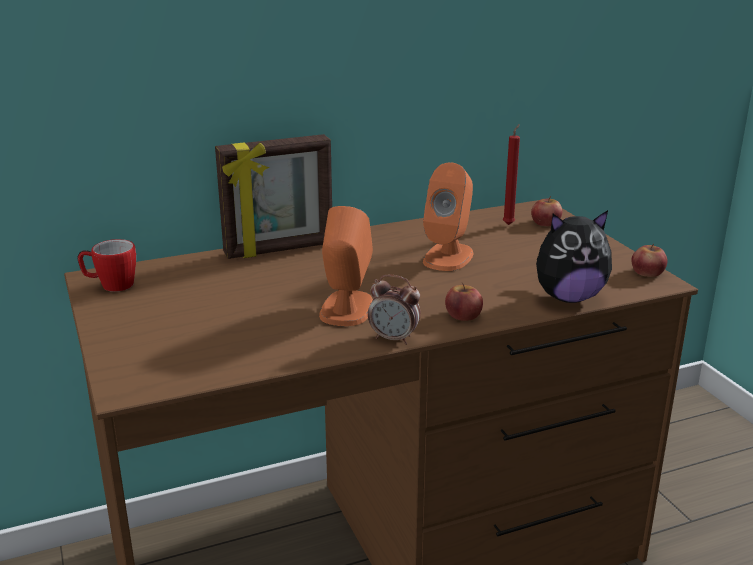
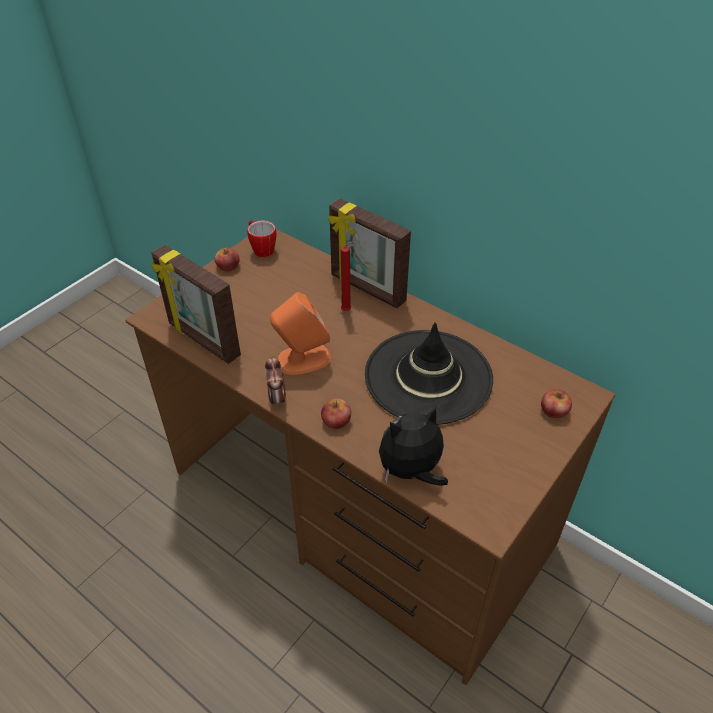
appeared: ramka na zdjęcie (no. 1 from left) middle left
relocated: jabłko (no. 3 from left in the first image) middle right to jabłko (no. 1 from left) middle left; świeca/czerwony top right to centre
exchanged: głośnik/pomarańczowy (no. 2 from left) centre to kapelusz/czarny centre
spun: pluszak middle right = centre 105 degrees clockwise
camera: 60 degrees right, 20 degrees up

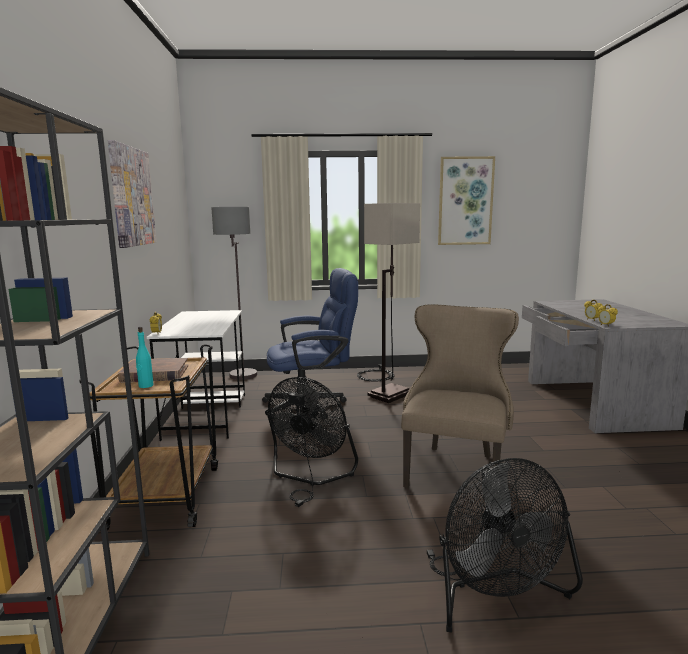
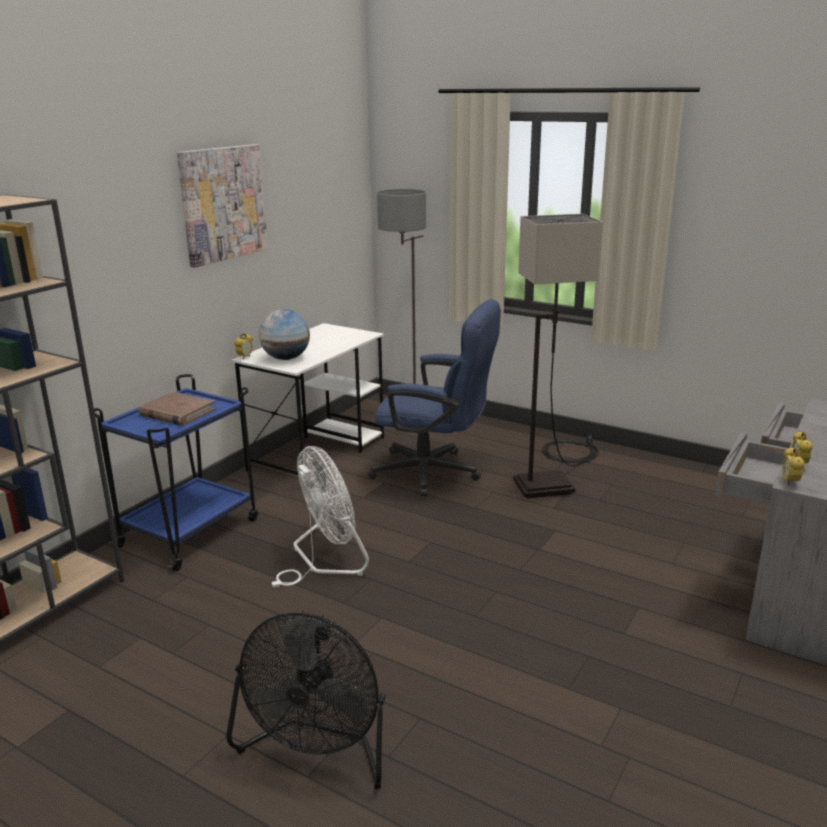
missing: butelka/turkusowy middle left; krzesło/beżowy middle right; obraz (no. 2 from left) top right
appeared: globus centre
colour: wózek/brązowy bottom left to wózek/niebieski middle left; wentylator/czarny (no. 1 from left) bottom centre to wentylator/biały centre
camera: 35 degrees right, 10 degrees up

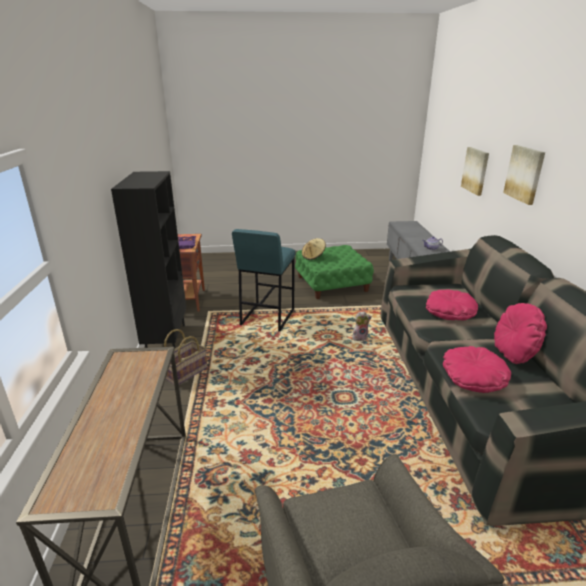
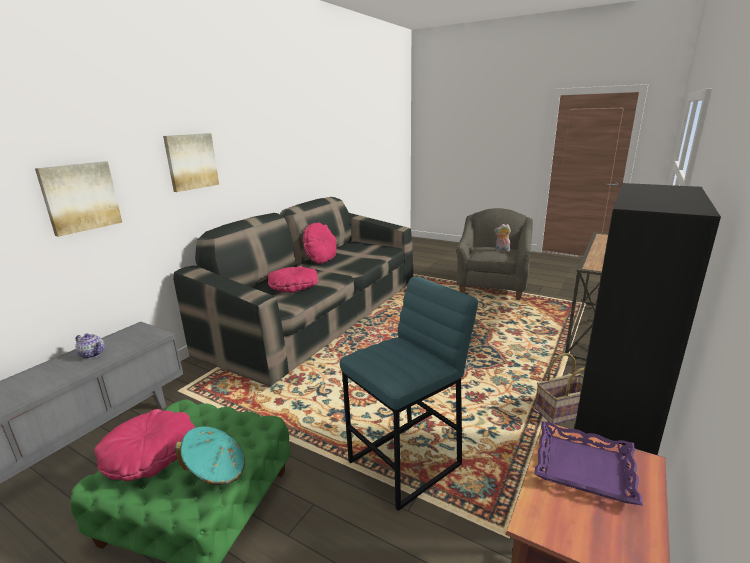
relocated: poduszka/różowy (no. 2 from left in the first image) middle right to poduszka/różowy (no. 1 from left) bottom left; pluszak centre to middle right
colour: kapelusz/beżowy centre to kapelusz/turkusowy bottom left
camera: 145 degrees left, 5 degrees down

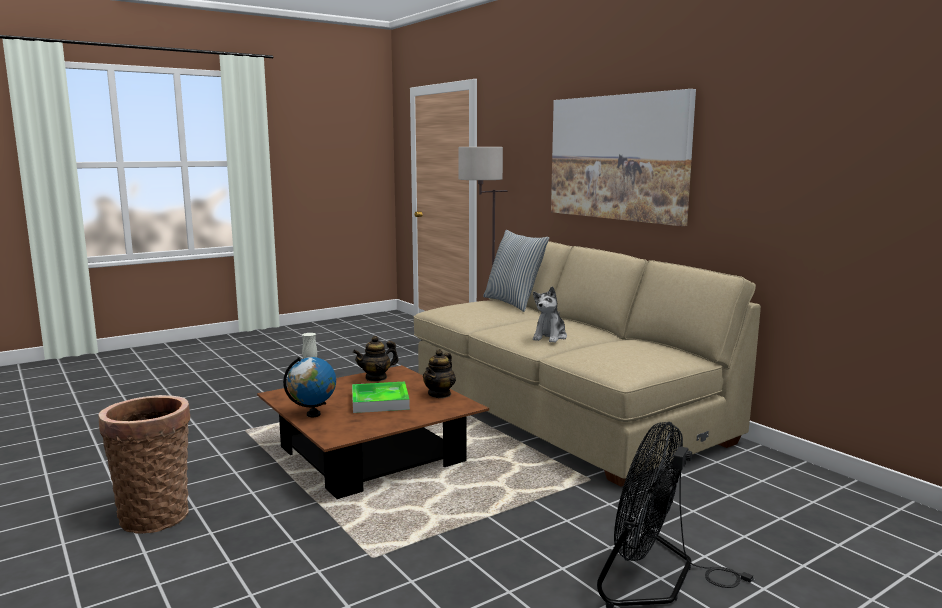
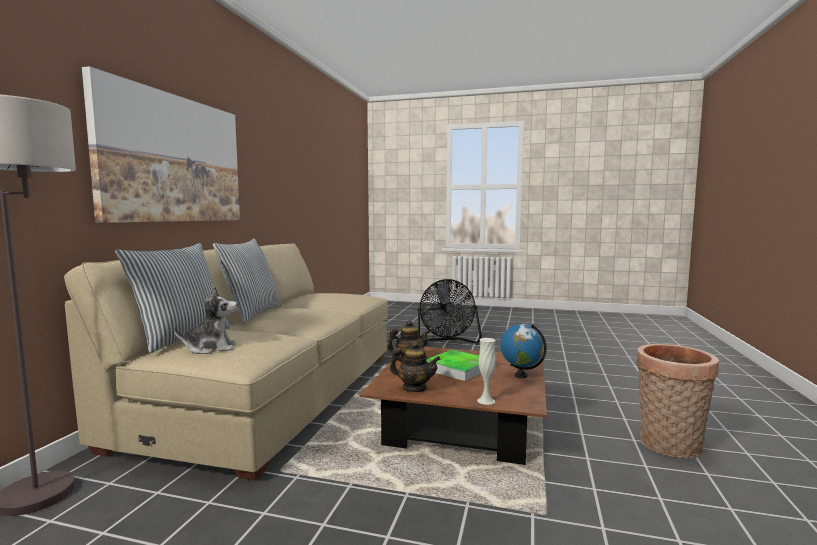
appeared: poduszka (no. 2 from left) middle left
relocated: pluszak centre to middle left
camera: 130 degrees left, 5 degrees down

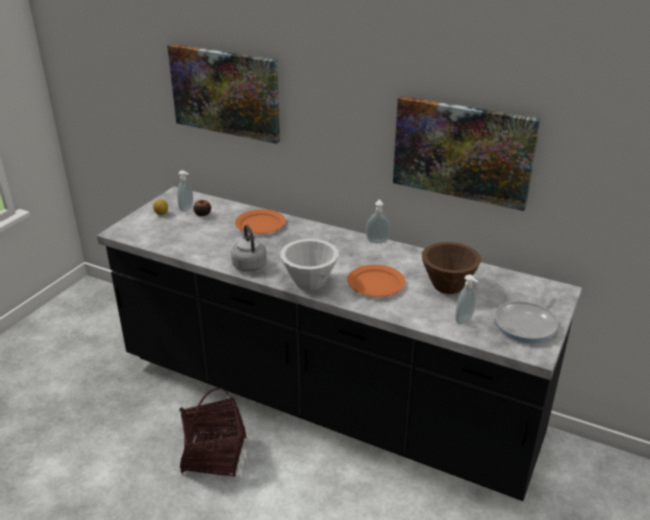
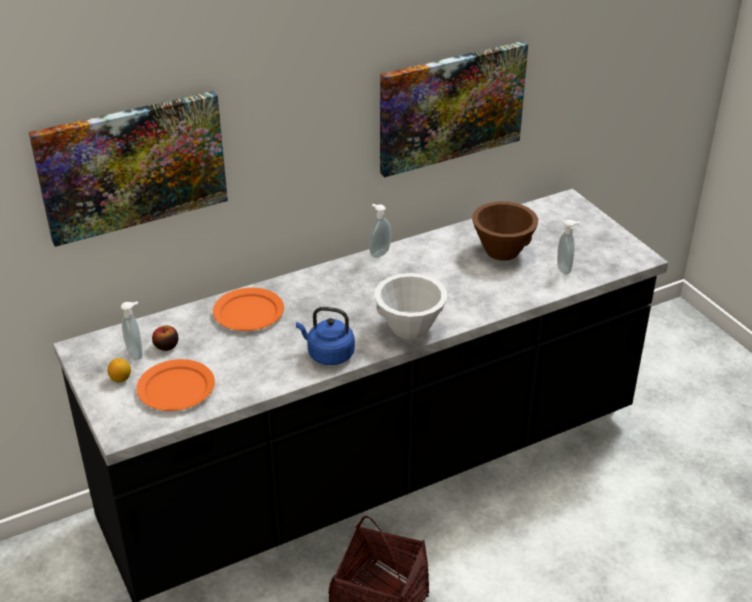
missing: patelnia middle right
relocated: talerz/pomarańczowy (no. 2 from left in the first image) centre to talerz/pomarańczowy (no. 1 from left) middle left
colour: czajnik/szary centre to czajnik/niebieski centre
camera: 55 degrees left, 5 degrees up

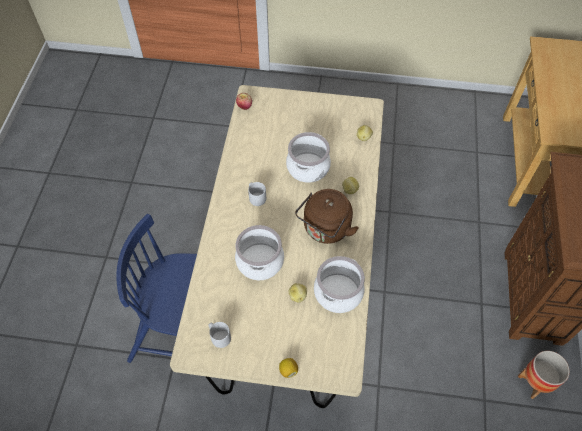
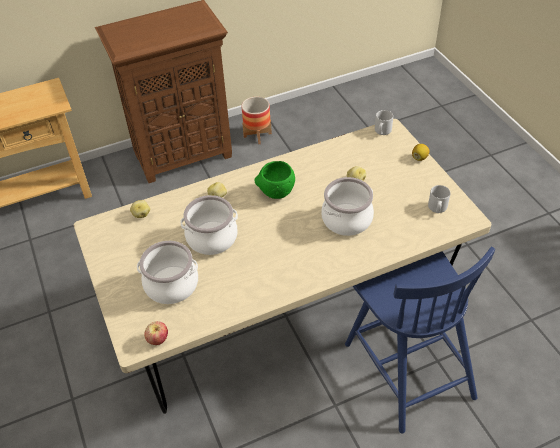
relocated: garnek (no. 3 from left in the first image) centre to garnek (no. 1 from left) middle left; kubek/szary (no. 2 from left in the first image) centre to kubek/szary (no. 1 from left) top right
exchanged: czajnik/brązowy centre to miska/zielony centre
camera: 120 degrees left, 10 degrees down

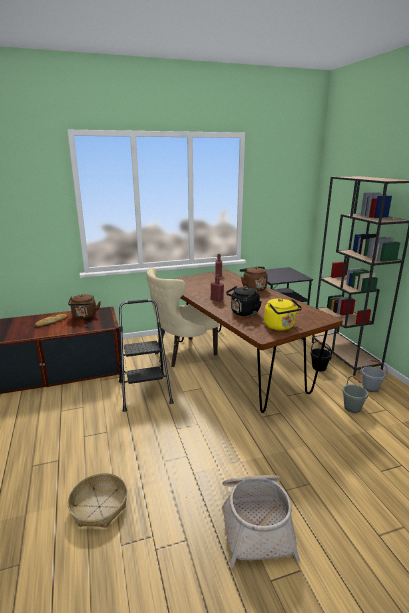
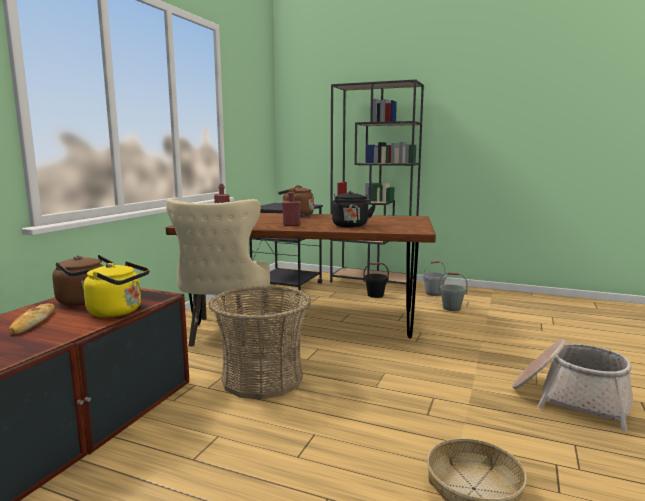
relocated: czajnik/żółty middle right to middle left
exchanged: drabinka/czarny centre to koszyk (no. 1 from left) bottom centre
camera: 50 degrees left, 10 degrees down

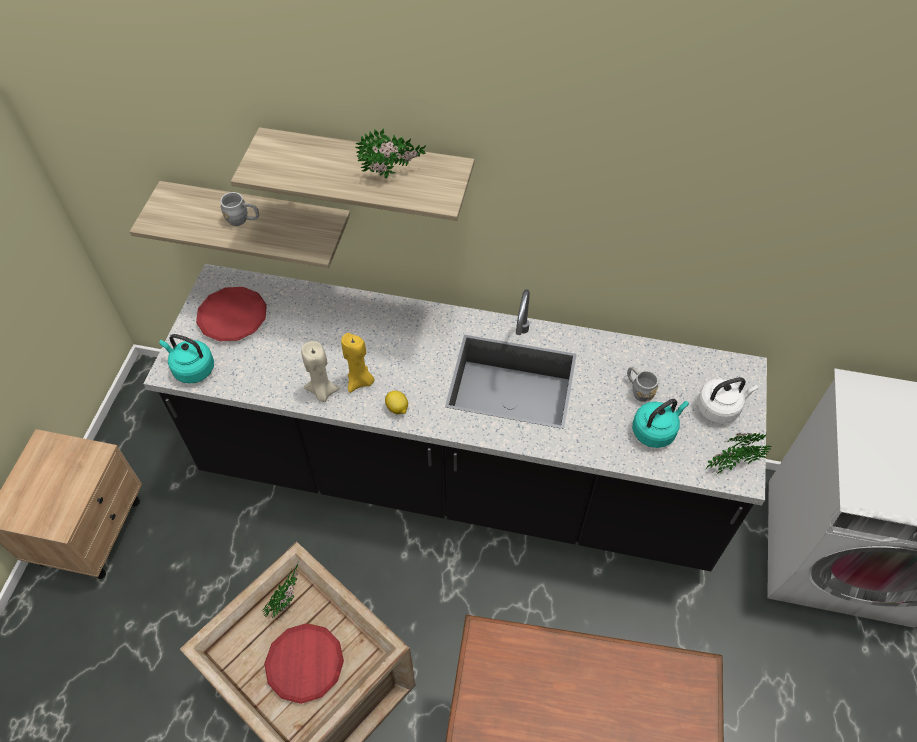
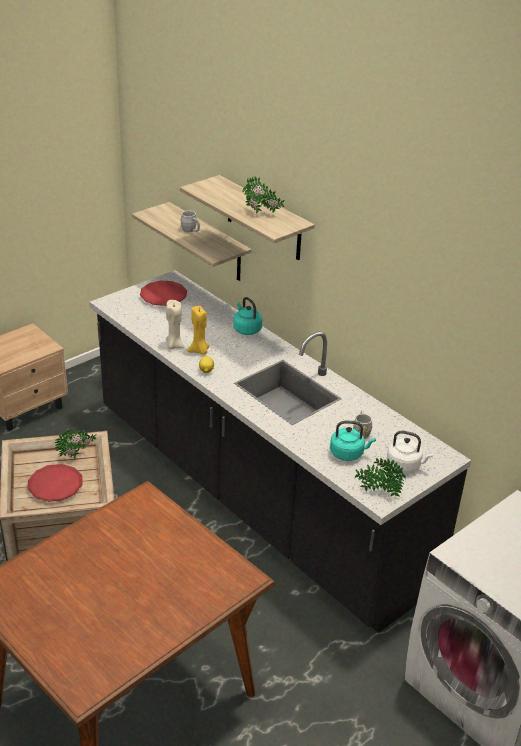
relocated: czajnik/turkusowy (no. 1 from left) middle left to centre
camera: 35 degrees right, 20 degrees down

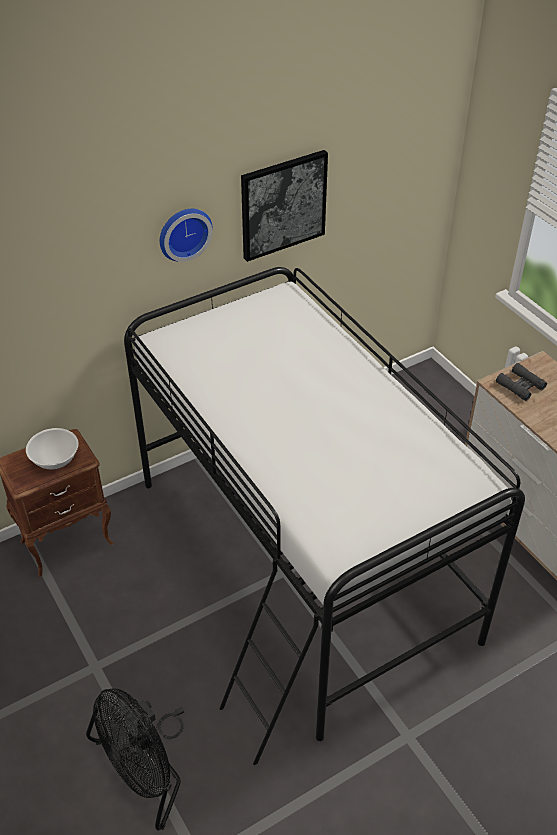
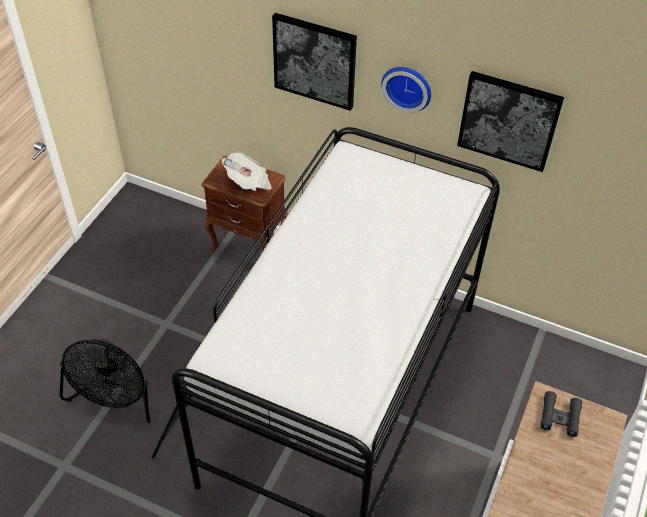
appeared: obraz (no. 1 from left) top centre
exchanged: miska/biały middle left to gazeta top centre
spun: wentylator/czarny bottom left = bottom left 90 degrees counterclockwise
camera: 55 degrees right, 5 degrees up

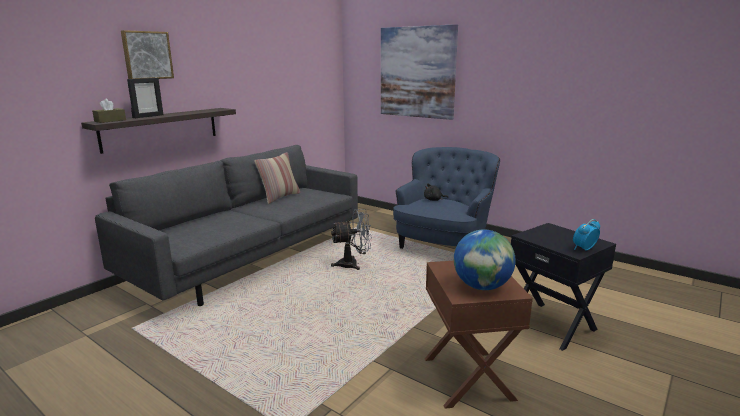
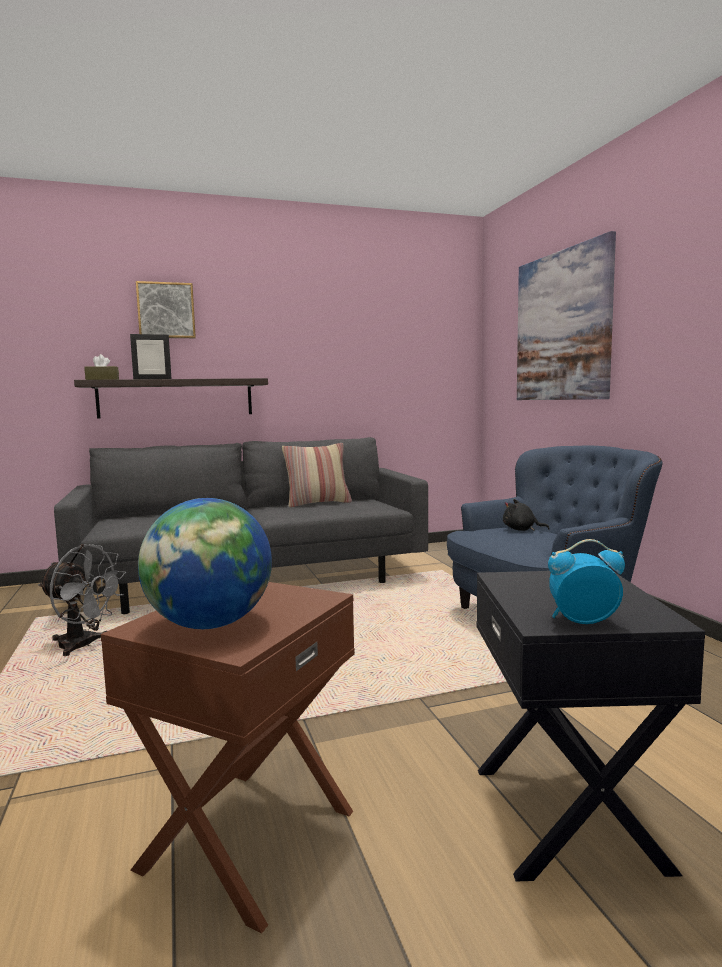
relocated: wentylator/szary centre to middle left
camera: 35 degrees right, 10 degrees down

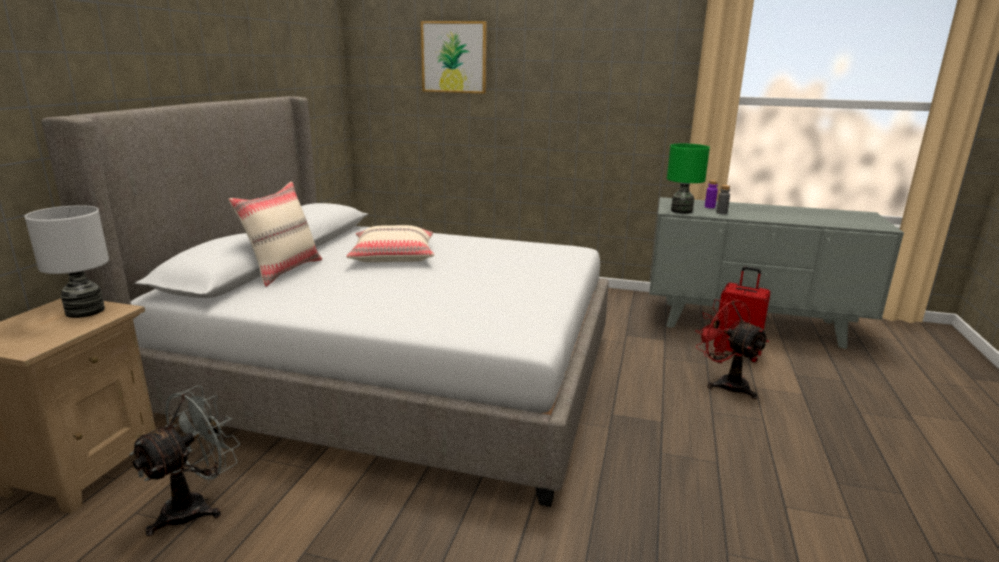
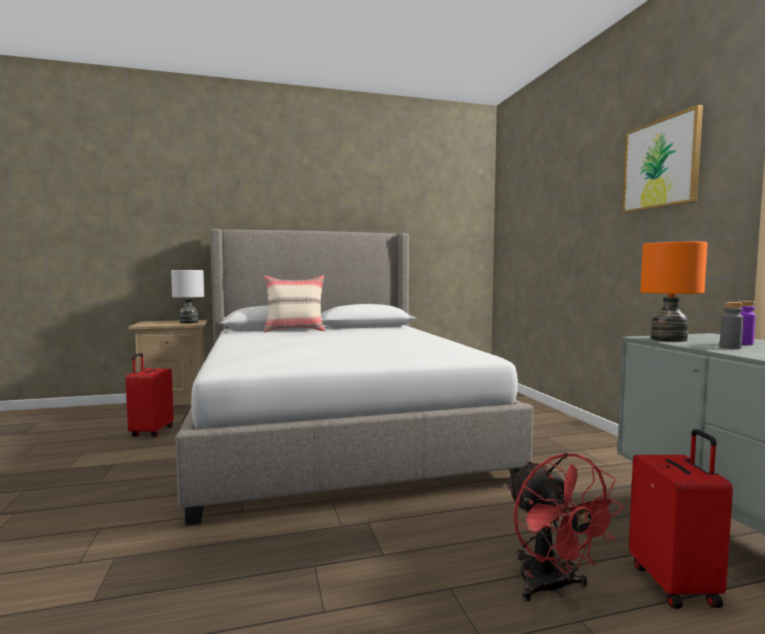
missing: poduszka/beżowy (no. 2 from left) centre
relocated: obraz top centre to top right
exchanged: wentylator/szary bottom left to walizka/czerwony (no. 1 from left) middle left
colour: lampa stołowa/zielony top right to lampa stołowa/pomarańczowy middle right
spun: wentylator/czerwony middle right = bottom right 135 degrees clockwise
camera: 60 degrees right, 15 degrees down

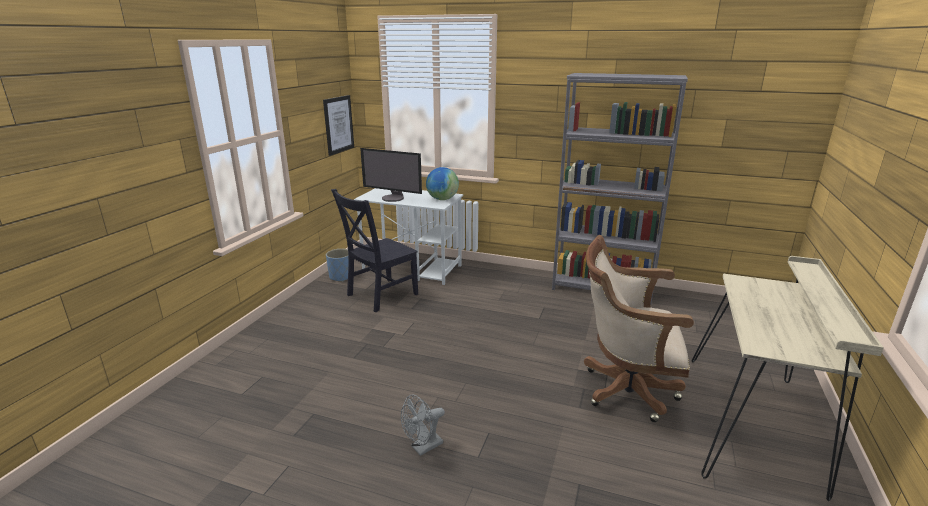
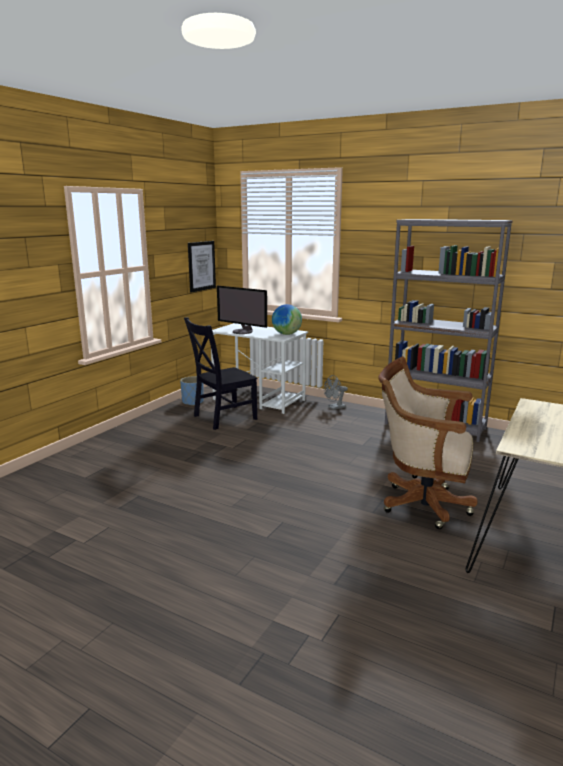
relocated: wentylator/szary bottom centre to centre
camera: 10 degrees right, 5 degrees down

